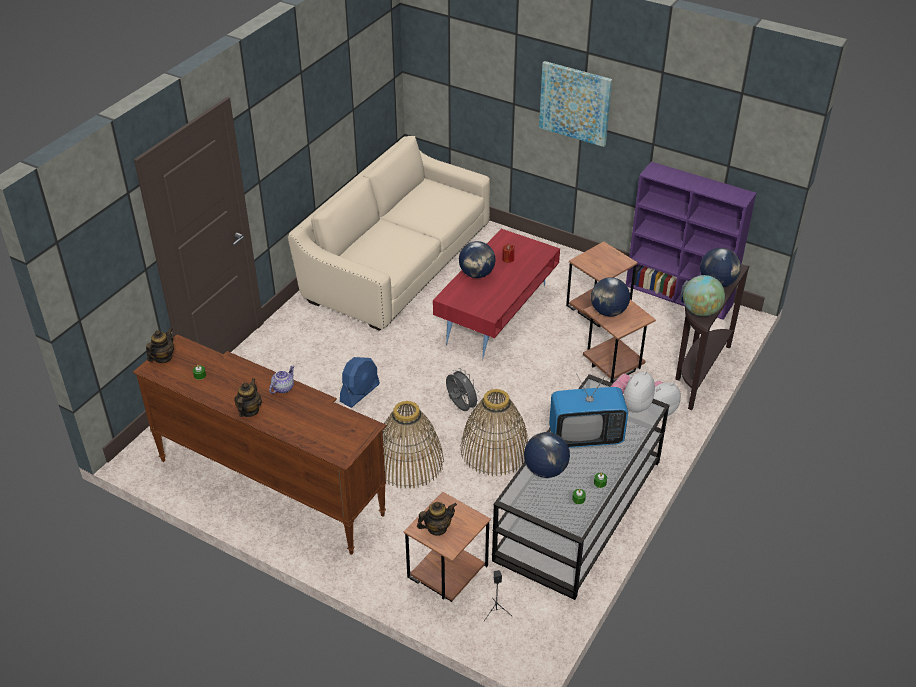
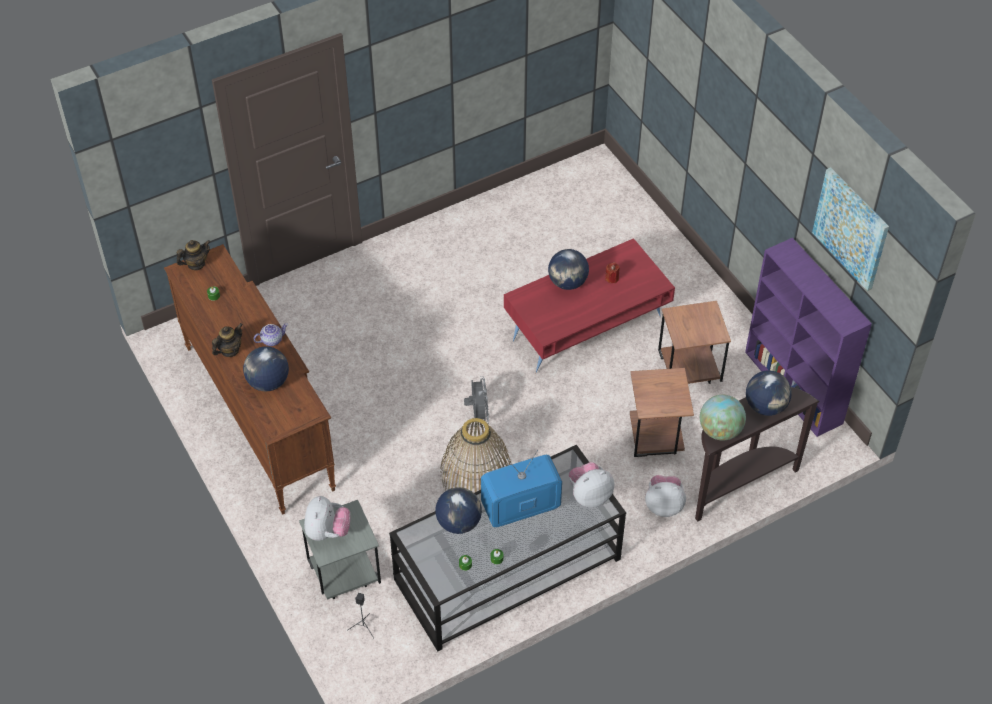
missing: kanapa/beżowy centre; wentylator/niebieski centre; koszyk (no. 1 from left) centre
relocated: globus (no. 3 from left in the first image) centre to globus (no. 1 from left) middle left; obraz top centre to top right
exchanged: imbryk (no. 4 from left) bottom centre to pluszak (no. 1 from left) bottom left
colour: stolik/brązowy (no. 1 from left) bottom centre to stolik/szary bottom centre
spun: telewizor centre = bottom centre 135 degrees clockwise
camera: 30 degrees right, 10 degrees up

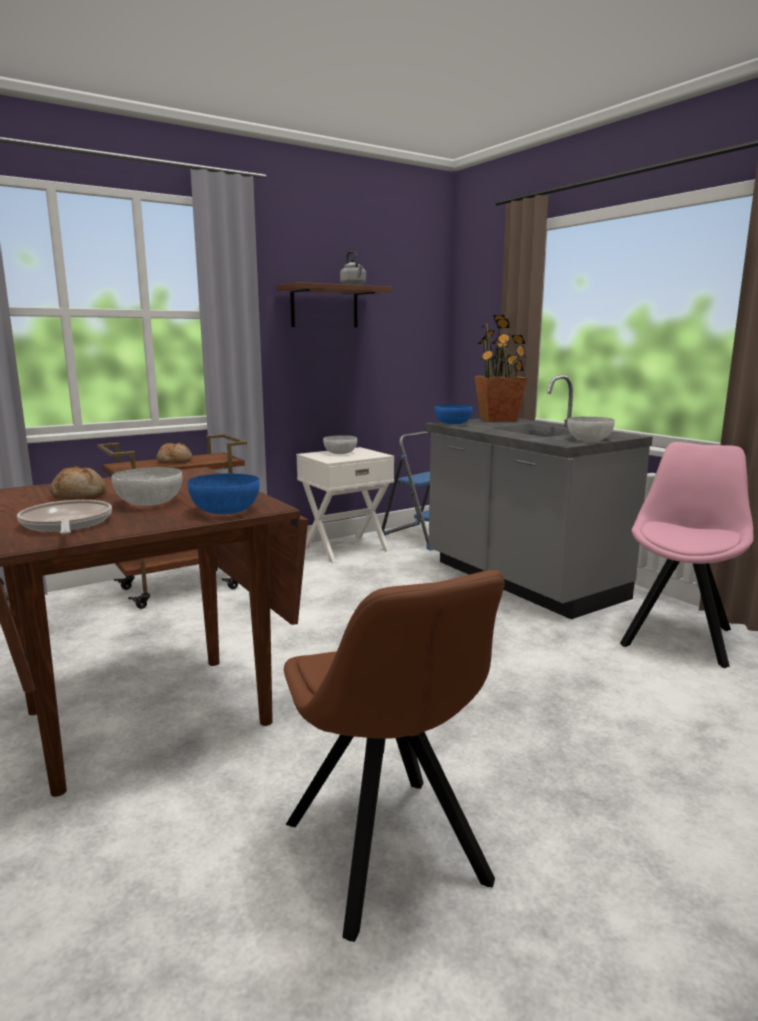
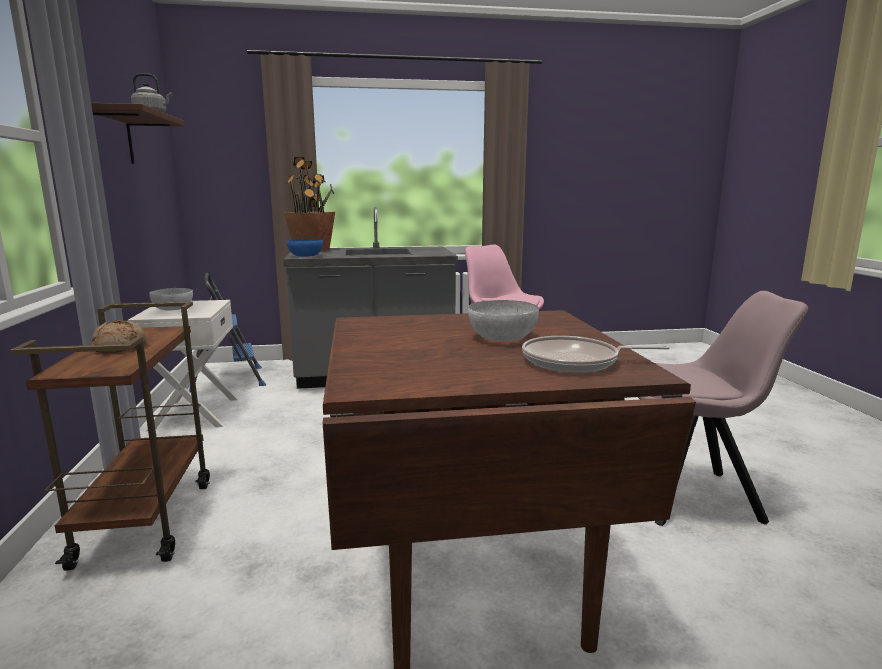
missing: chleb (no. 1 from left) middle left; miska/niebieski (no. 1 from left) middle left; miska/biały (no. 3 from left) middle right
colour: krzesło/brązowy bottom centre to krzesło/różowy (no. 2 from left) middle right
camera: 65 degrees left, 0 degrees up

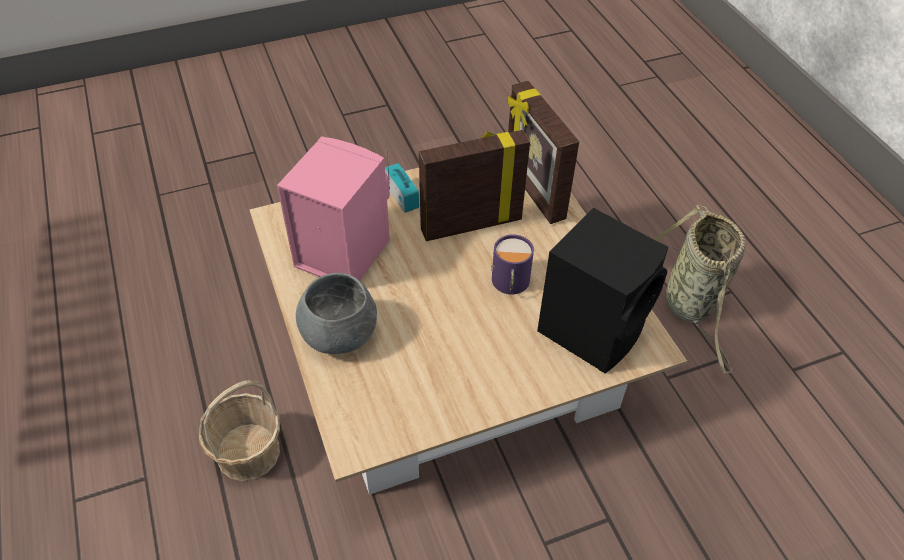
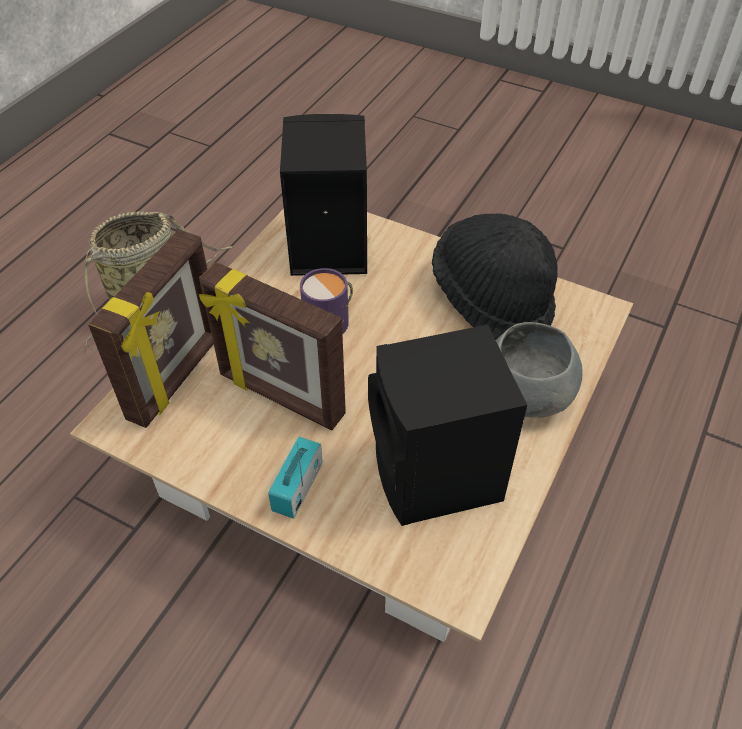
missing: koszyk (no. 1 from left) bottom left
appeared: kapelusz/czarny middle right
colour: głośnik/różowy centre to głośnik/czarny (no. 2 from left) centre
camera: 130 degrees left, 0 degrees up

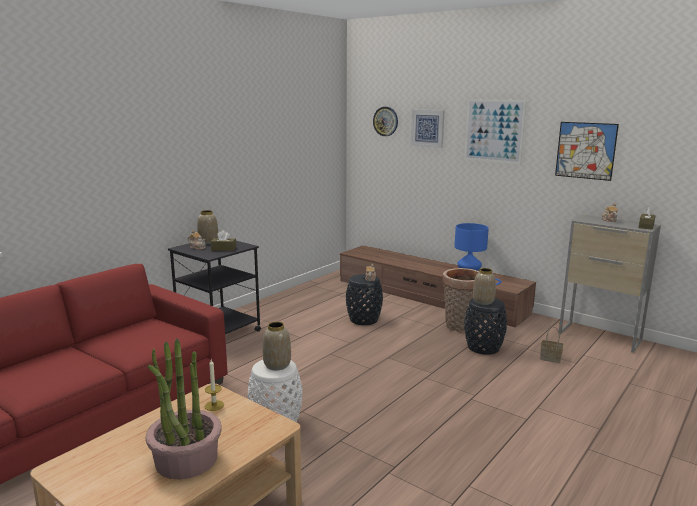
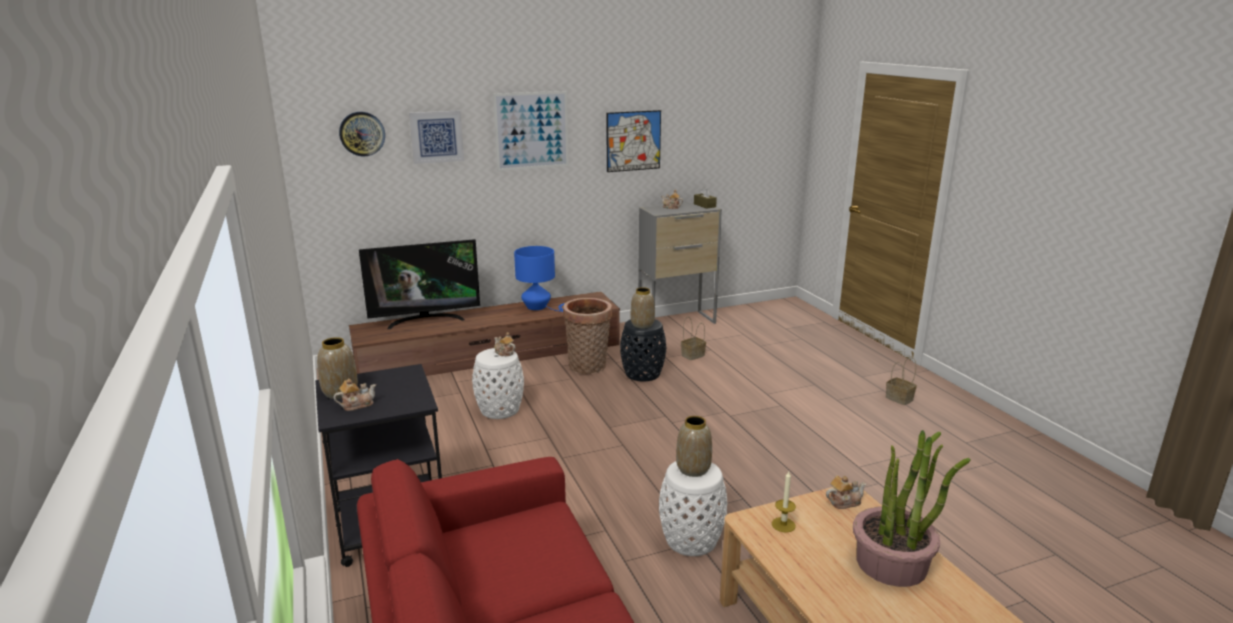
missing: pudełko chusteczek/brązowy (no. 1 from left) middle left
appeared: telewizor centre; imbryk (no. 4 from left) bottom right; koszyk (no. 3 from left) middle right
colour: stołek/czarny (no. 1 from left) centre to stołek/biały (no. 1 from left) centre
camera: 60 degrees left, 5 degrees up

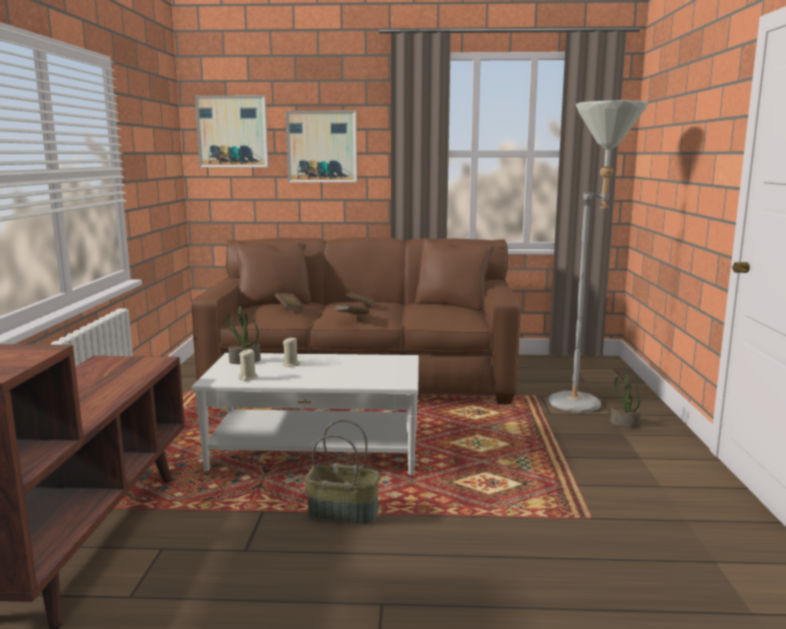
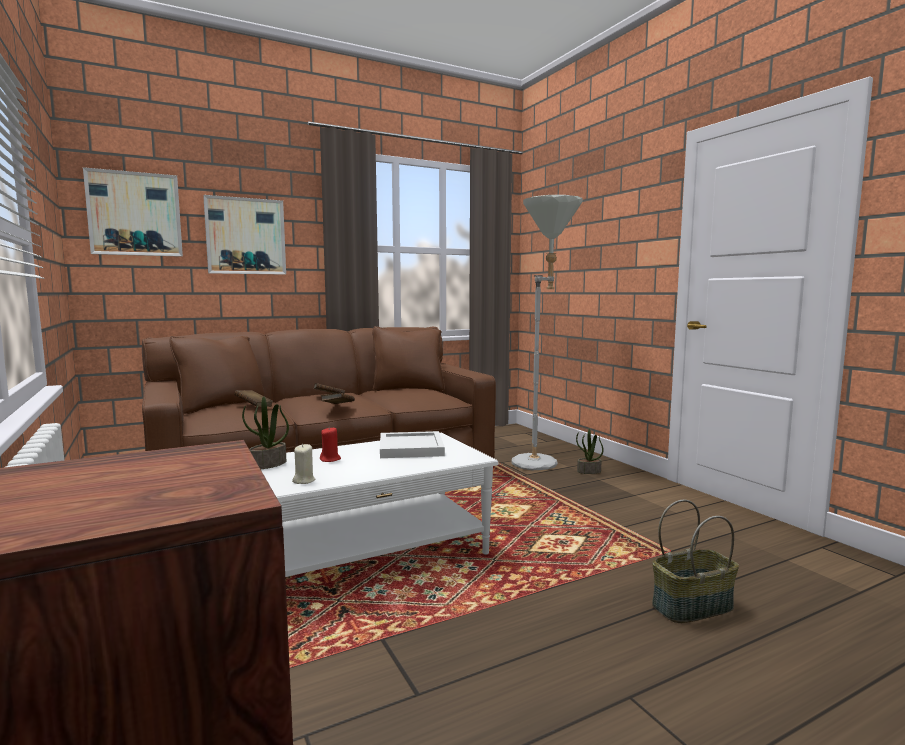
appeared: taca/biały centre
relocated: koszyk bottom centre to bottom right
colour: świeca/beżowy (no. 2 from left) centre to świeca/czerwony centre
camera: 30 degrees left, 5 degrees down

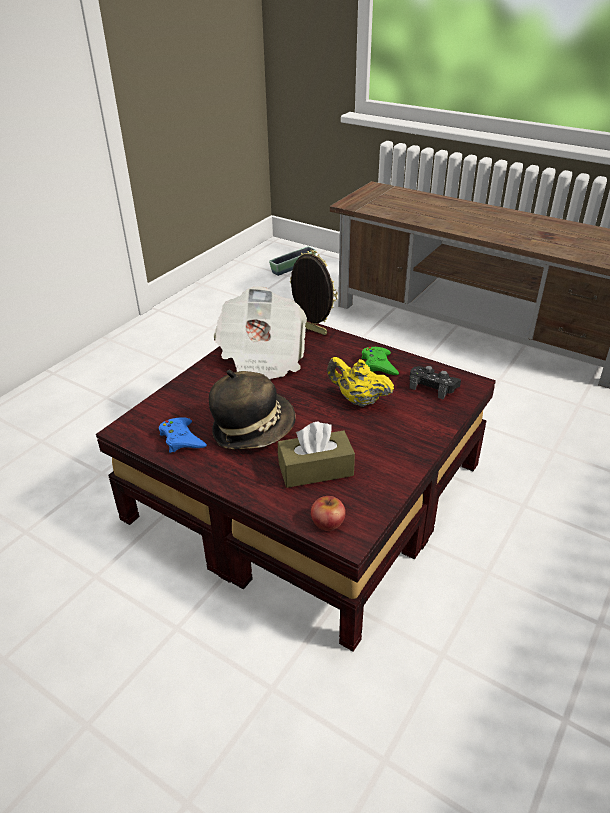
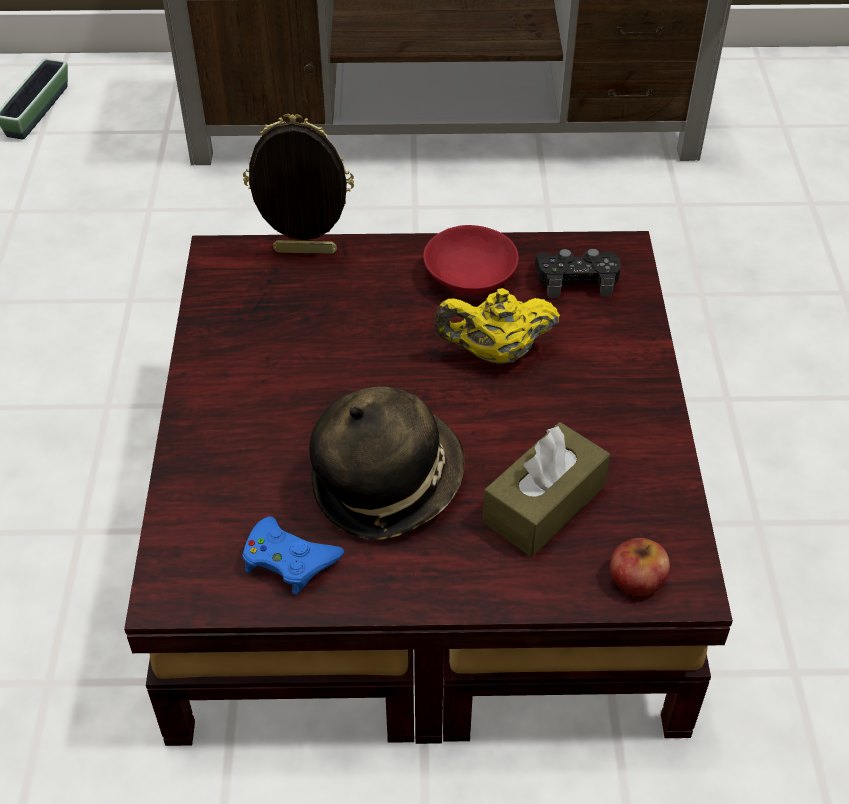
missing: gazeta centre
exchanged: pad do gier/zielony centre to miska/czerwony top centre
camera: 35 degrees left, 10 degrees up

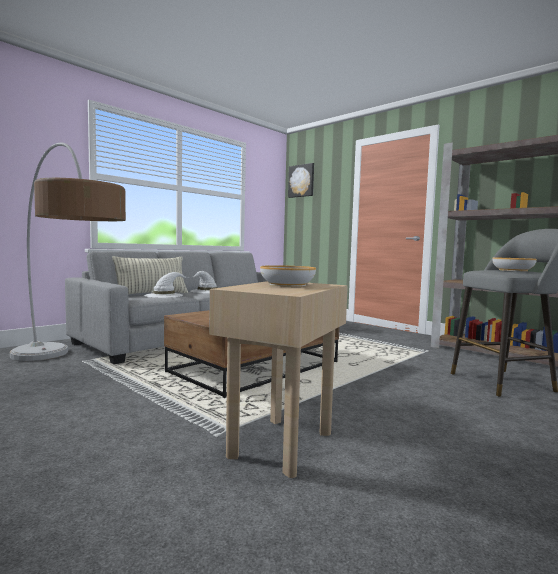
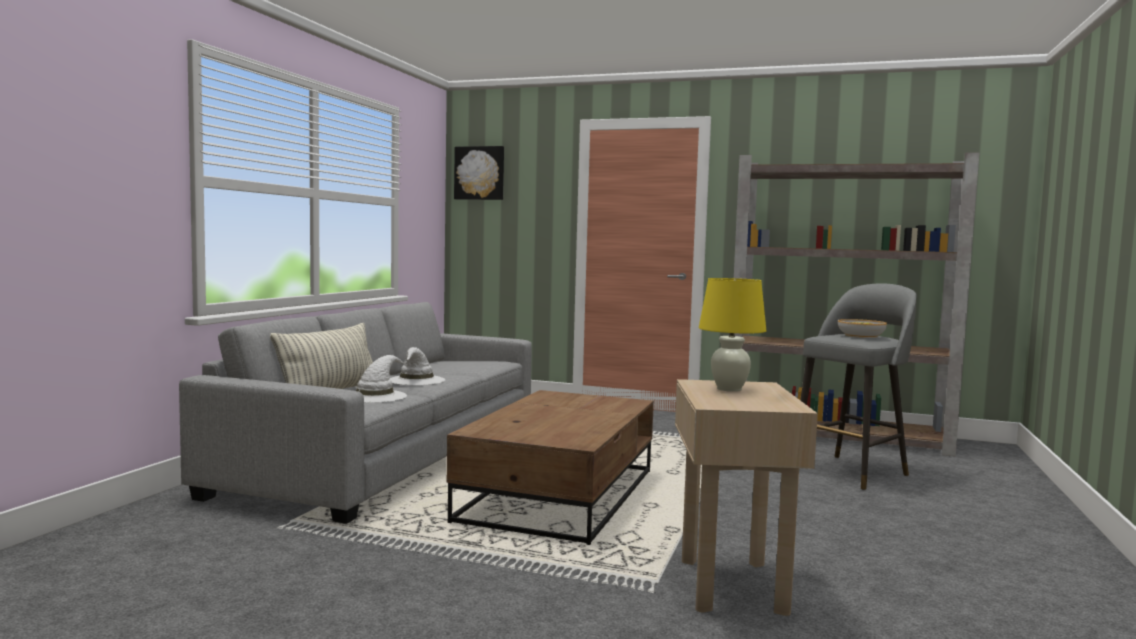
missing: lampa stojąca middle left
exchanged: miska (no. 1 from left) centre to lampa stołowa/żółty centre
camera: 25 degrees left, 0 degrees up

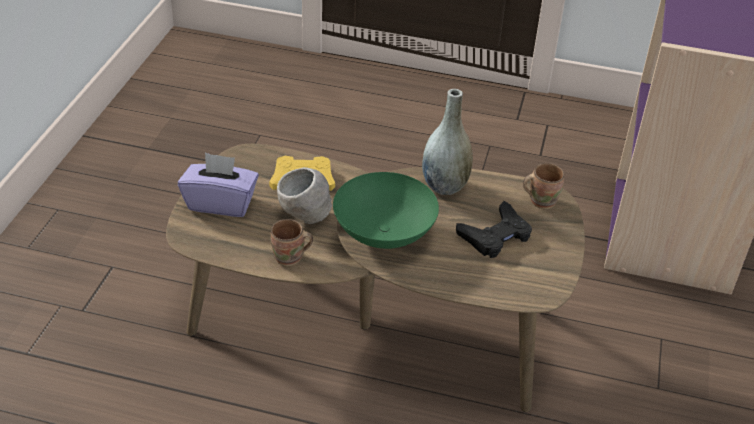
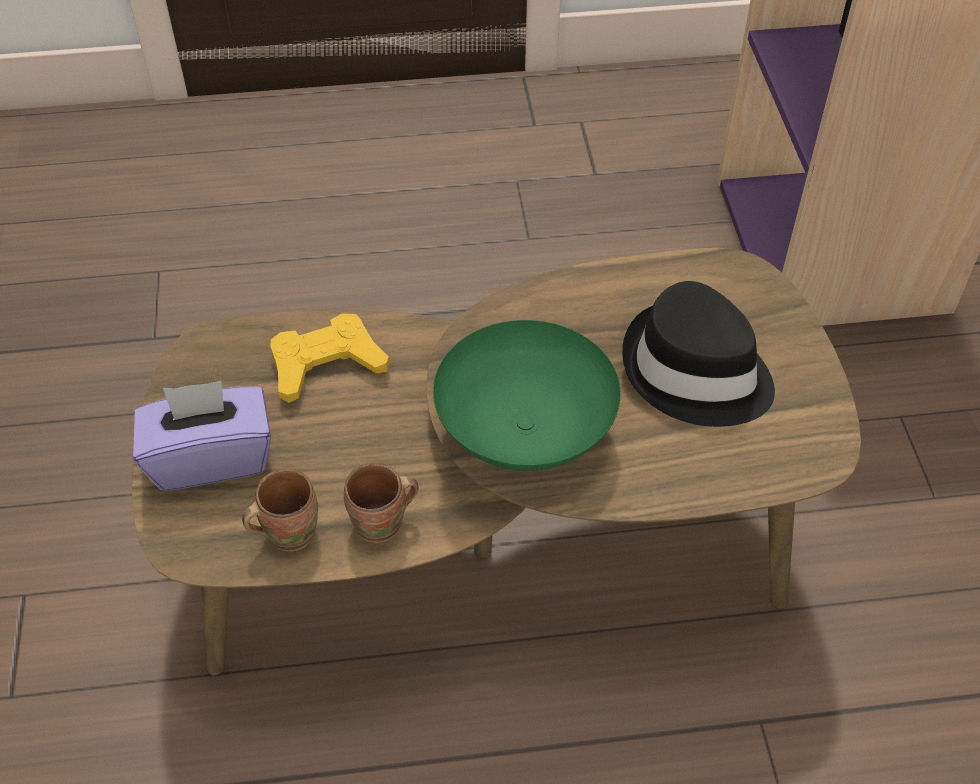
missing: miska/szary centre; wazon/szary centre
relocated: kubek/brązowy (no. 2 from left in the first image) middle right to kubek/brązowy (no. 1 from left) middle left
exchanged: pad do gier/czarny centre to kapelusz/czarny middle right
camera: 20 degrees left, 10 degrees up

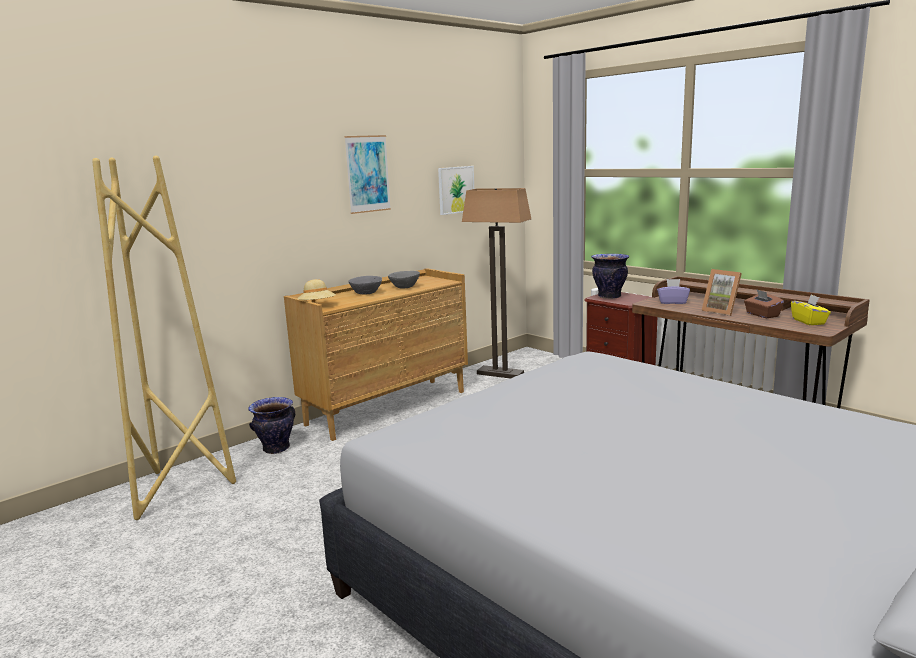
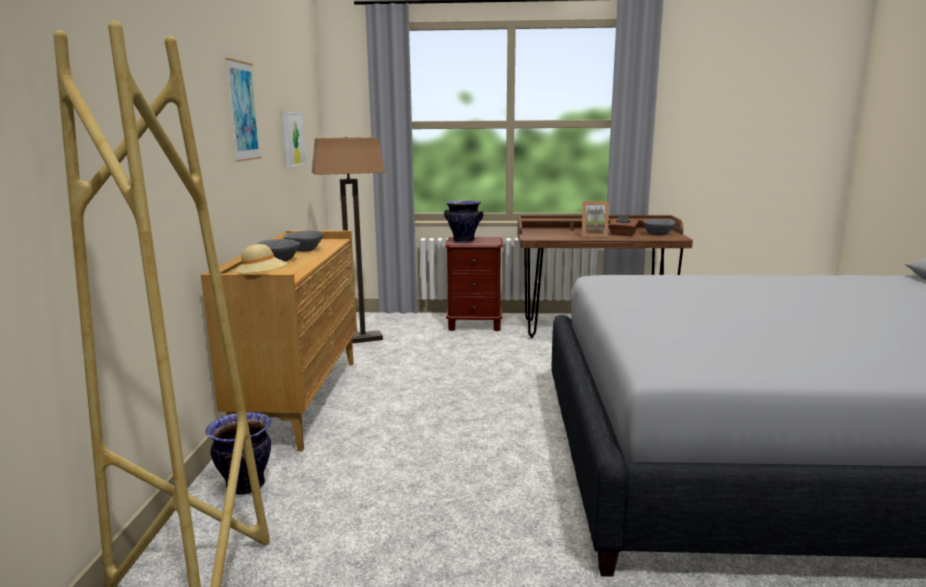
missing: pudełko chusteczek/fioletowy middle right
exchanged: pudełko chusteczek/żółty middle right to miska/szary (no. 3 from left) middle right
camera: 45 degrees left, 0 degrees up

